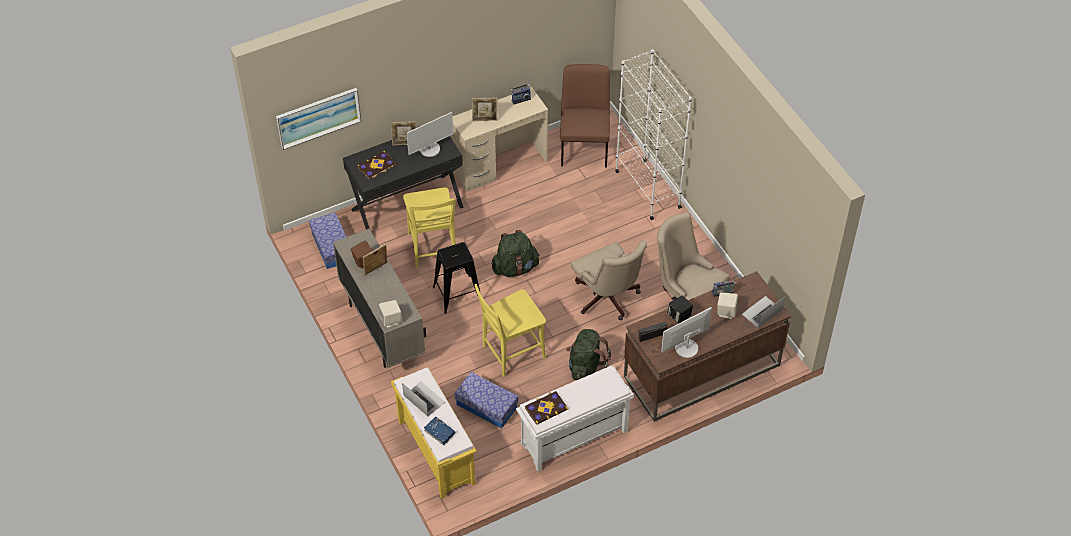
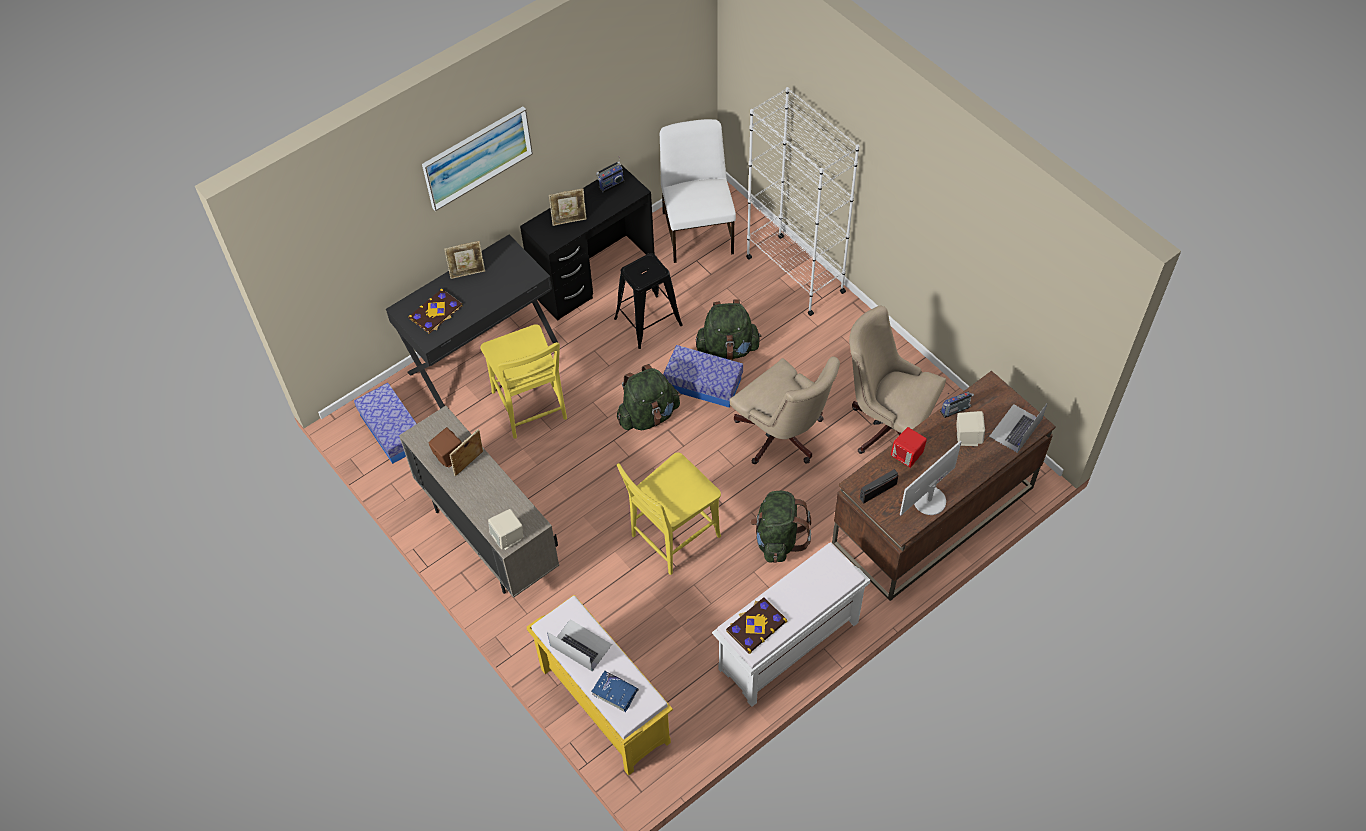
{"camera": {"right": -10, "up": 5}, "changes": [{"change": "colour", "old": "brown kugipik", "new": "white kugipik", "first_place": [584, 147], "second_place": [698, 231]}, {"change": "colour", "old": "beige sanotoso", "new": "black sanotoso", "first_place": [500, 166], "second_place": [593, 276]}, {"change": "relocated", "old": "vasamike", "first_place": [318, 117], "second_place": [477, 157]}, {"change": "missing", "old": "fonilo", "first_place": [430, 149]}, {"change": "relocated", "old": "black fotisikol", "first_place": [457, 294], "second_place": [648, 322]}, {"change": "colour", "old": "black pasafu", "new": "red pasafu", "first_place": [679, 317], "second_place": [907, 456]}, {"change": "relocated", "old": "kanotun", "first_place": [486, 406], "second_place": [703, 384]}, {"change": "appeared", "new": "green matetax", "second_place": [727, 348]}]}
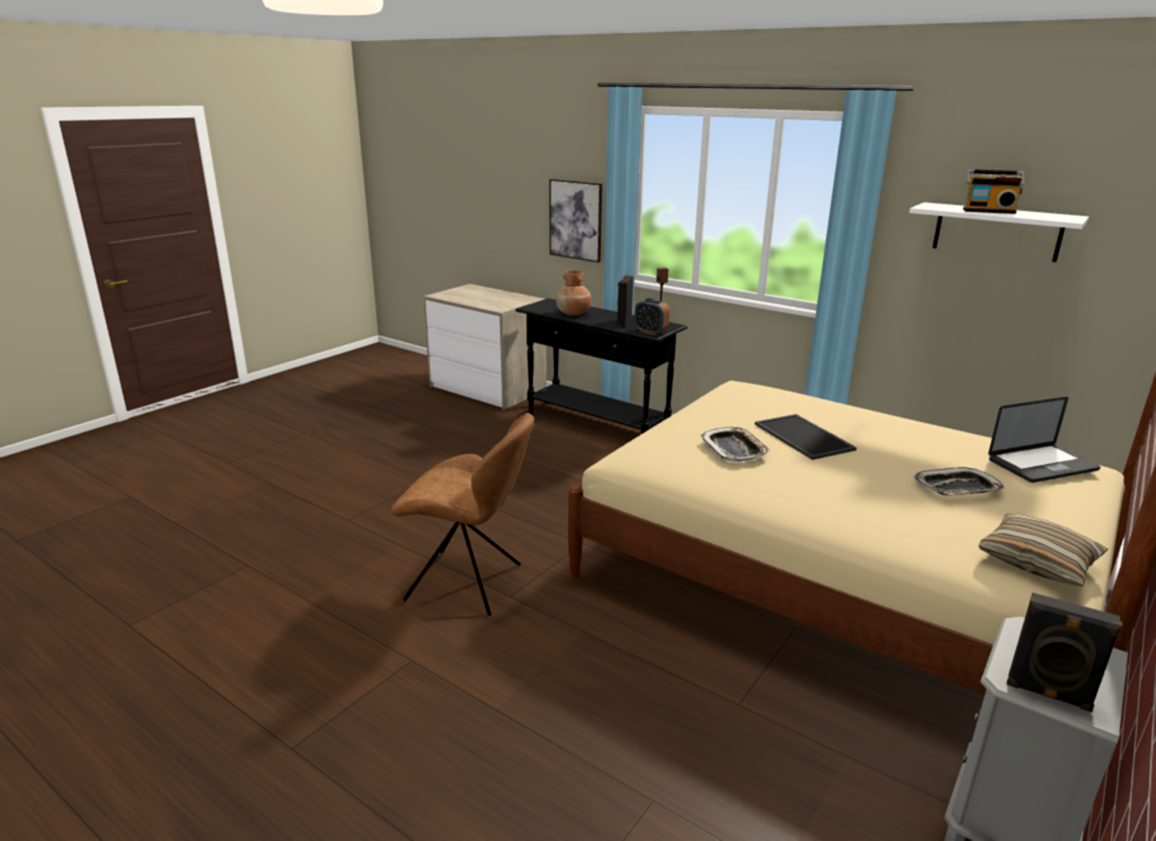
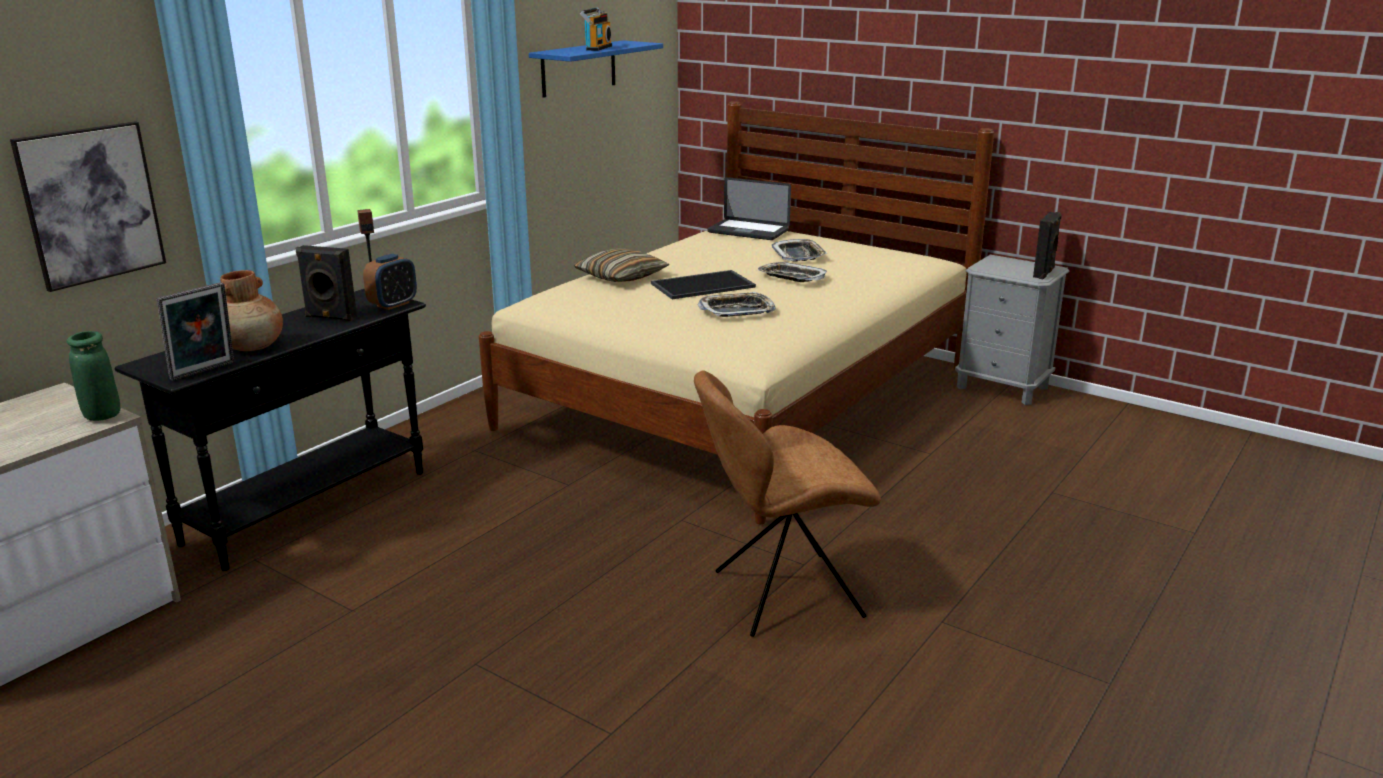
{"camera": {"right": -90, "up": 0}, "changes": [{"change": "colour", "old": "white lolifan", "new": "blue lolifan", "first_place": [997, 232], "second_place": [578, 68]}, {"change": "spun", "old": "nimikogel", "first_place": [1042, 465], "second_place": [748, 231], "degrees": 135}, {"change": "spun", "old": "brown kugipik", "first_place": [468, 583], "second_place": [781, 595], "degrees": -120}, {"change": "relocated", "old": "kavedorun", "first_place": [1038, 561], "second_place": [621, 277]}, {"change": "appeared", "new": "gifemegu", "second_place": [791, 277]}, {"change": "appeared", "new": "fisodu", "second_place": [204, 371]}, {"change": "appeared", "new": "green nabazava", "second_place": [102, 416]}]}
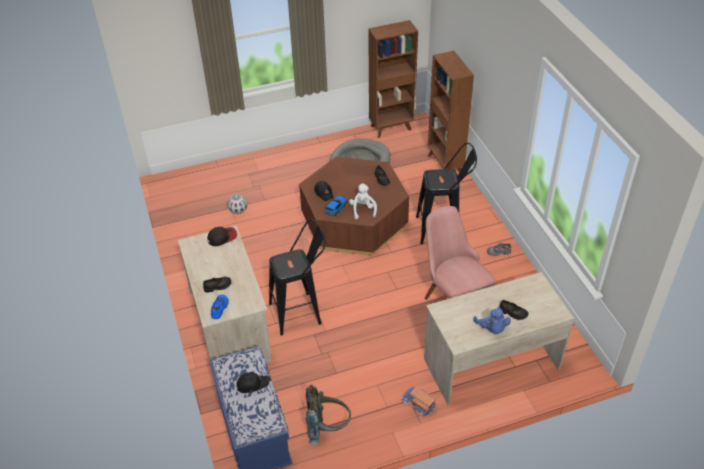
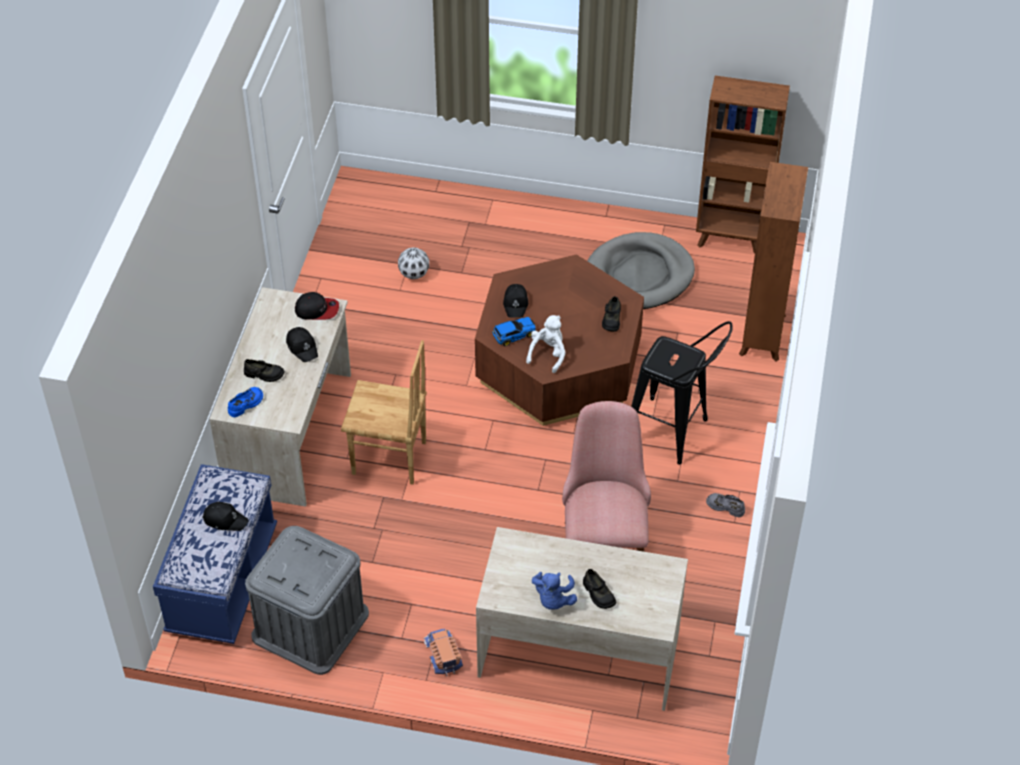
{"camera": {"right": 30, "up": 5}, "changes": [{"change": "exchanged", "old": "black fotisikol", "new": "brown kugipik", "first_place": [301, 312], "second_place": [389, 459]}, {"change": "exchanged", "old": "grey matetax", "new": "grey kanotun", "first_place": [328, 428], "second_place": [310, 625]}, {"change": "appeared", "new": "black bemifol", "second_place": [302, 347]}]}
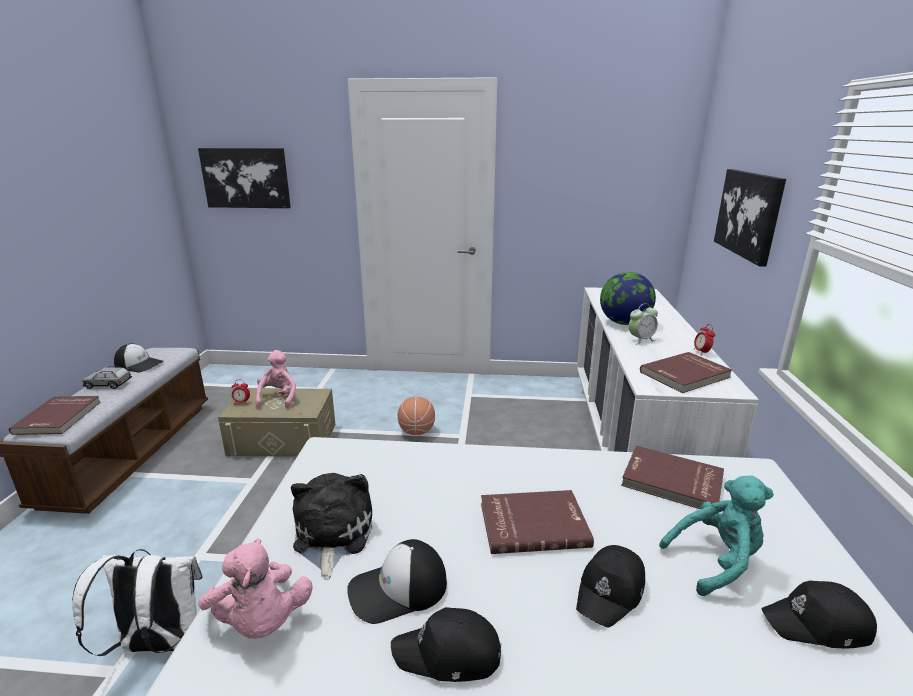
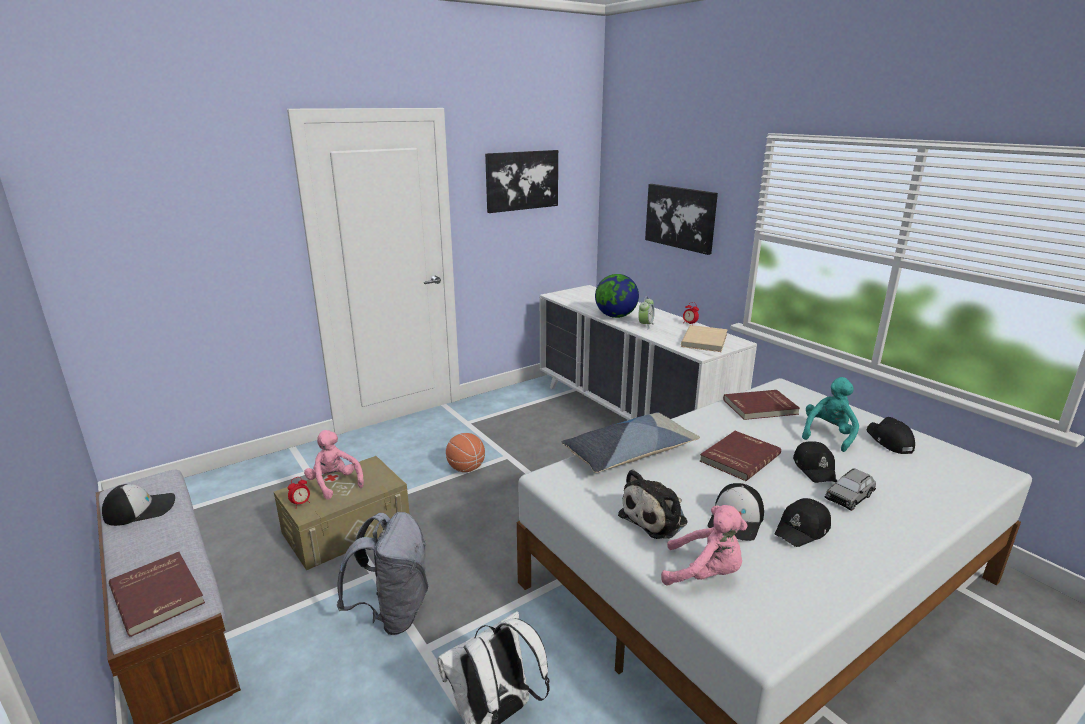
{"camera": {"right": -40, "up": 0}, "changes": [{"change": "relocated", "old": "vasamike", "first_place": [246, 178], "second_place": [521, 180]}, {"change": "colour", "old": "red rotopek", "new": "beige rotopek", "first_place": [686, 375], "second_place": [705, 341]}, {"change": "relocated", "old": "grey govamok", "first_place": [108, 384], "second_place": [849, 497]}, {"change": "spun", "old": "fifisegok", "first_place": [331, 535], "second_place": [656, 518], "degrees": -90}, {"change": "spun", "old": "black bemifol", "first_place": [818, 625], "second_place": [889, 441], "degrees": 120}, {"change": "appeared", "new": "kavedorun", "second_place": [629, 453]}, {"change": "appeared", "new": "grey matetax", "second_place": [393, 613]}]}
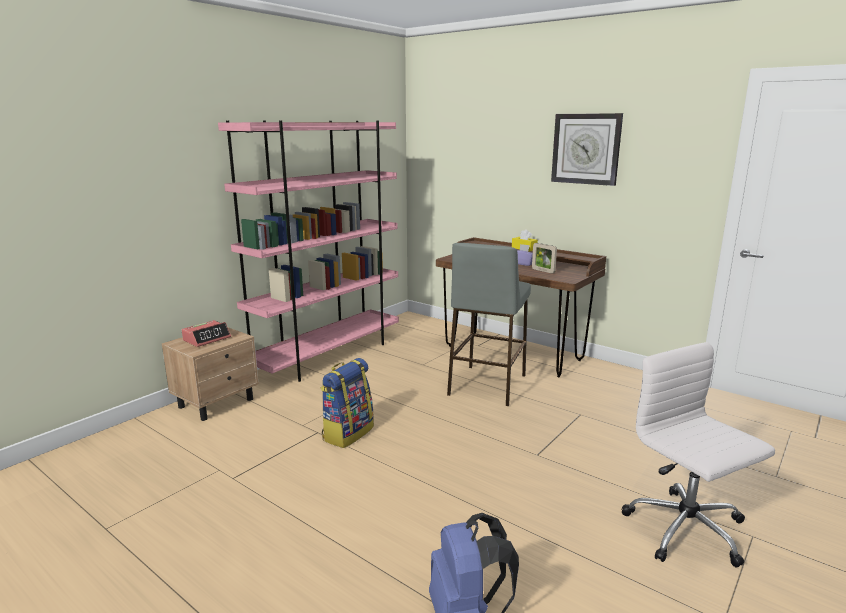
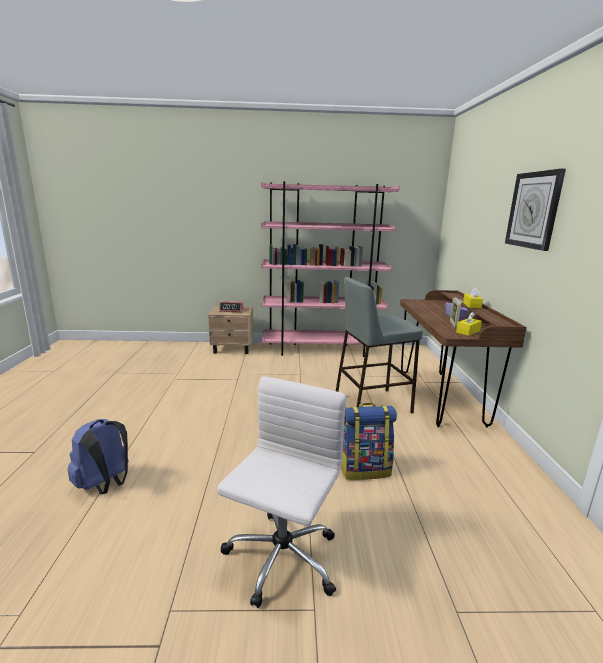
{"camera": {"right": 50, "up": 0}, "changes": [{"change": "relocated", "old": "matetax", "first_place": [347, 433], "second_place": [365, 469]}, {"change": "appeared", "new": "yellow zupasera", "second_place": [468, 331]}]}
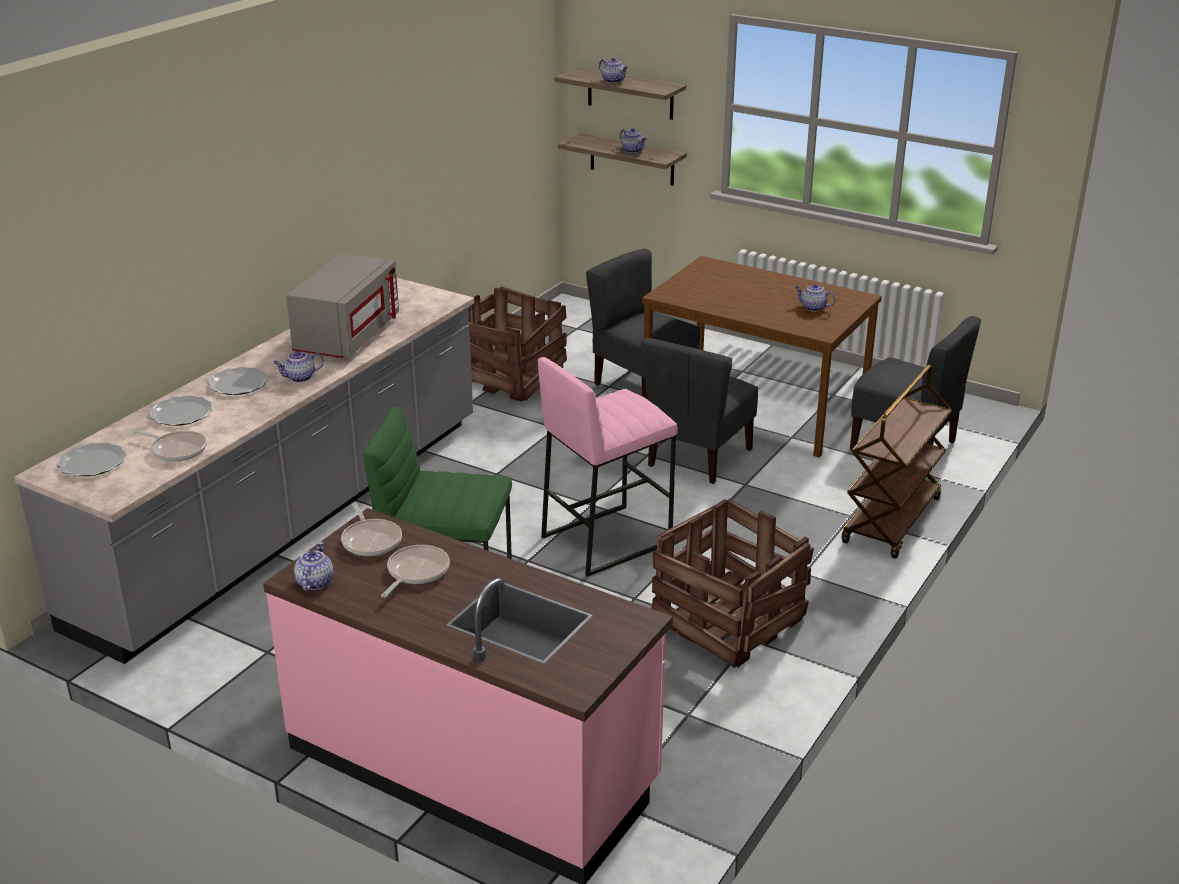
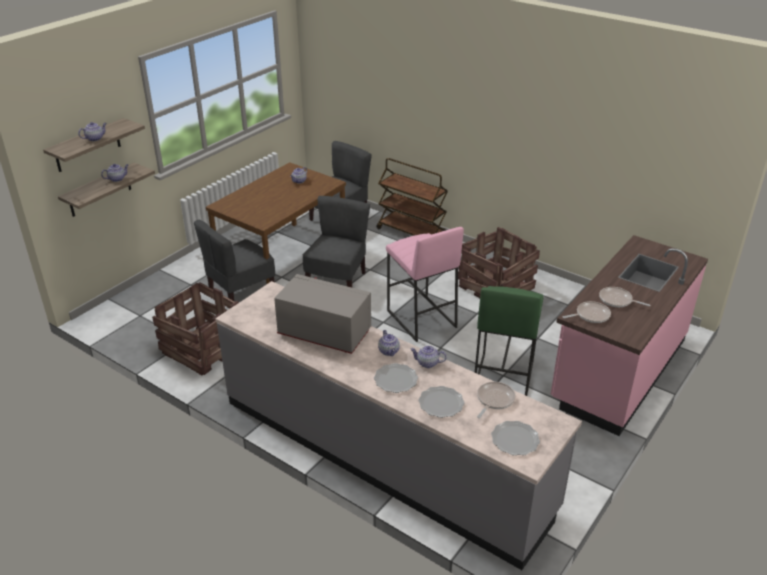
{"camera": {"right": -85, "up": 5}, "changes": [{"change": "spun", "old": "grey kugipik", "first_place": [698, 457], "second_place": [337, 281], "degrees": -105}, {"change": "relocated", "old": "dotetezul", "first_place": [314, 582], "second_place": [427, 363]}]}
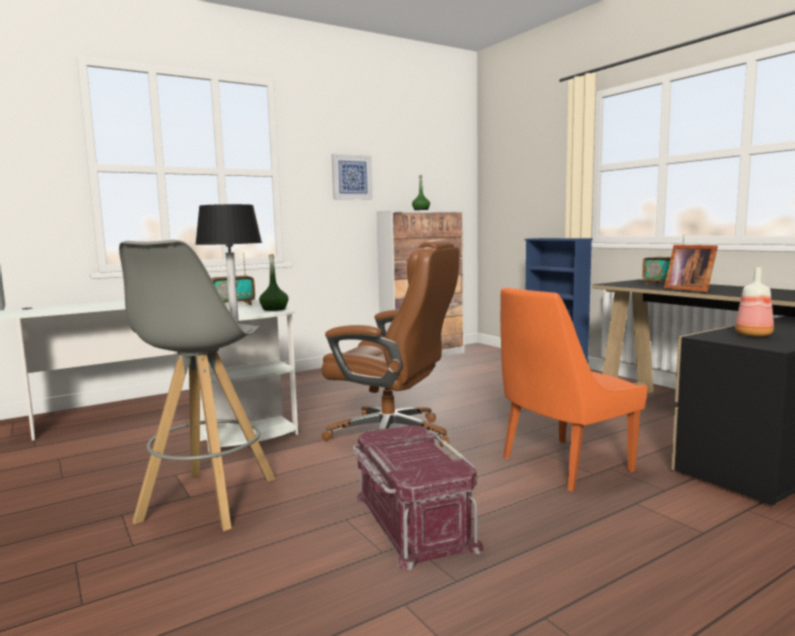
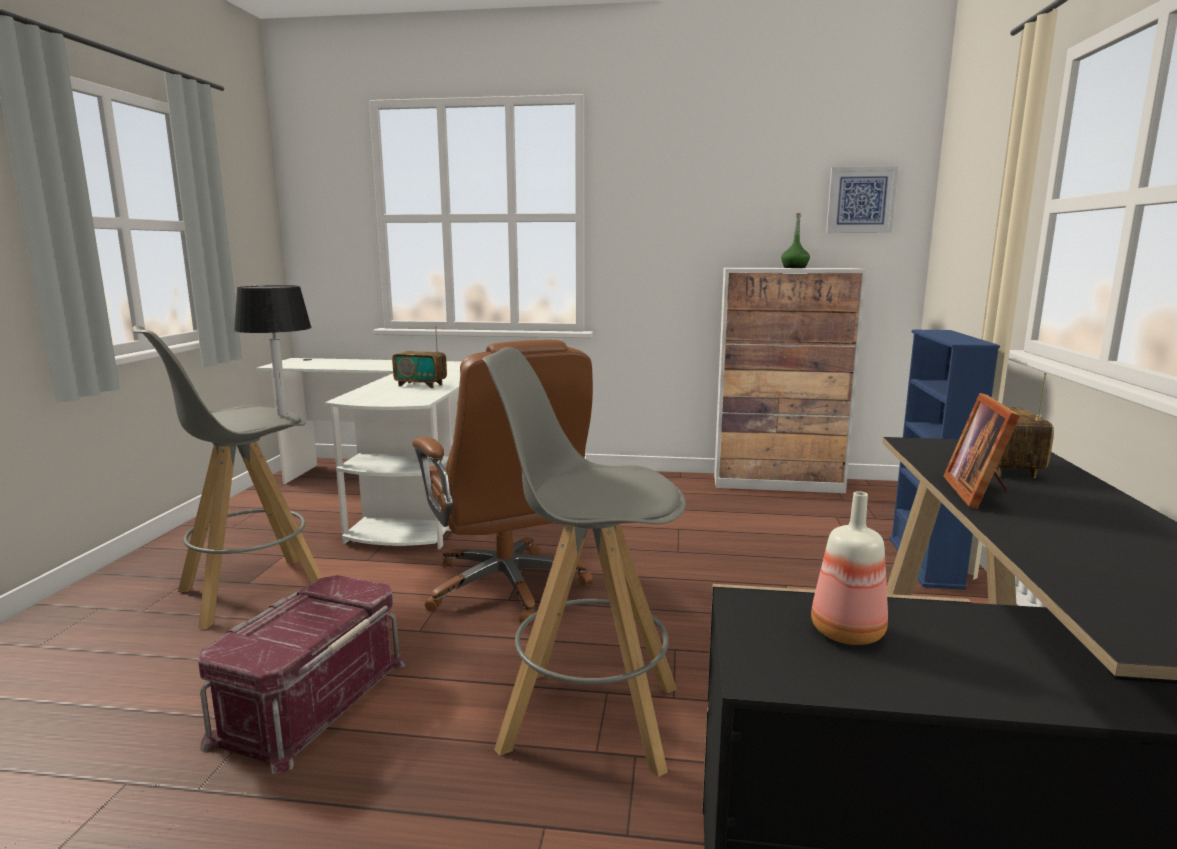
{"camera": {"right": 40, "up": 5}, "changes": [{"change": "relocated", "old": "vasamike", "first_place": [351, 177], "second_place": [860, 200]}, {"change": "missing", "old": "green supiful", "first_place": [274, 309]}, {"change": "exchanged", "old": "orange kugipik", "new": "grey fotisikol", "first_place": [562, 465], "second_place": [588, 717]}]}
